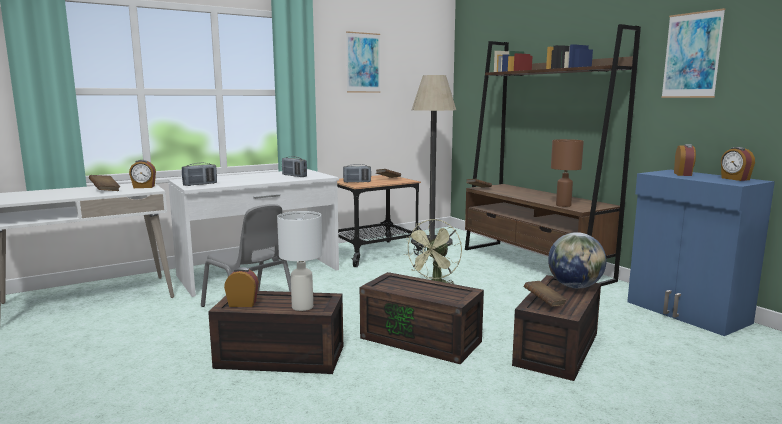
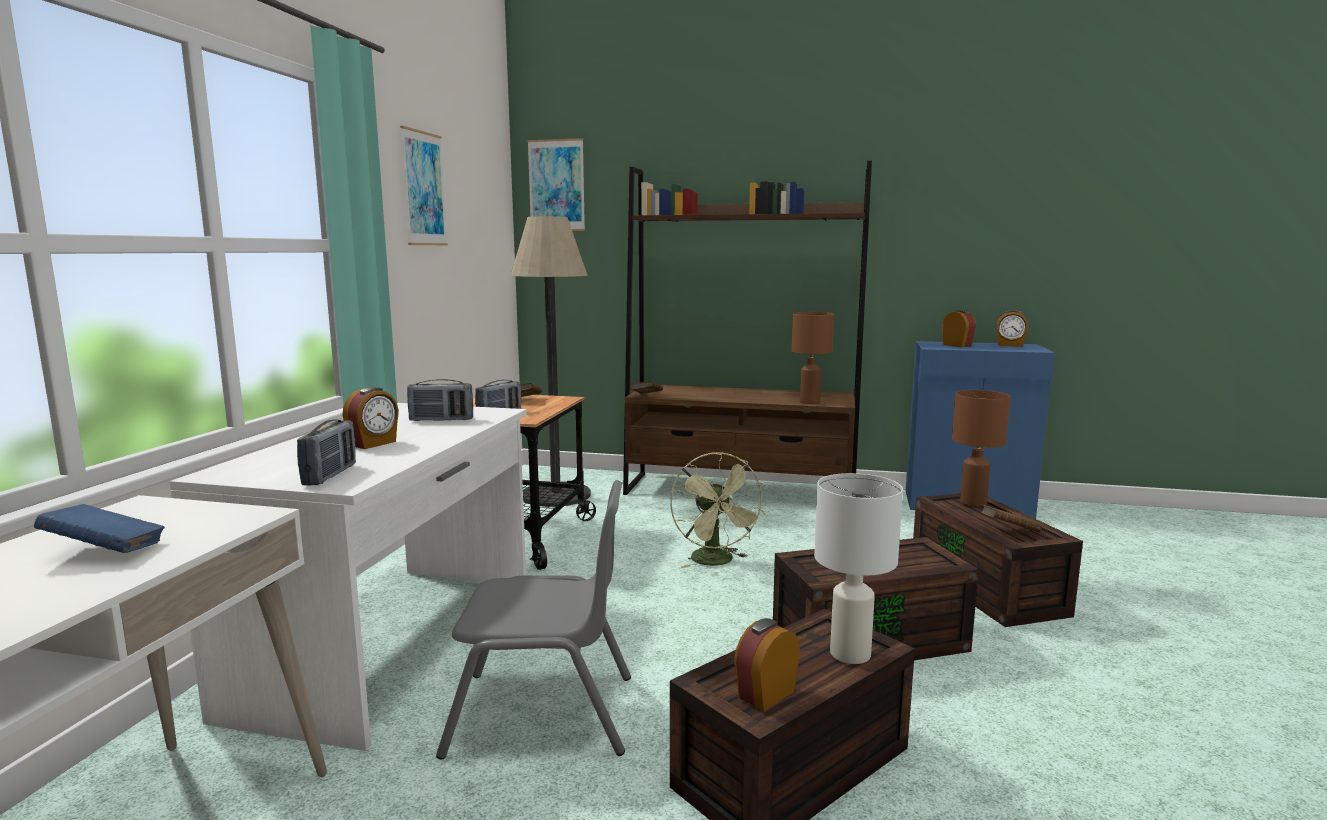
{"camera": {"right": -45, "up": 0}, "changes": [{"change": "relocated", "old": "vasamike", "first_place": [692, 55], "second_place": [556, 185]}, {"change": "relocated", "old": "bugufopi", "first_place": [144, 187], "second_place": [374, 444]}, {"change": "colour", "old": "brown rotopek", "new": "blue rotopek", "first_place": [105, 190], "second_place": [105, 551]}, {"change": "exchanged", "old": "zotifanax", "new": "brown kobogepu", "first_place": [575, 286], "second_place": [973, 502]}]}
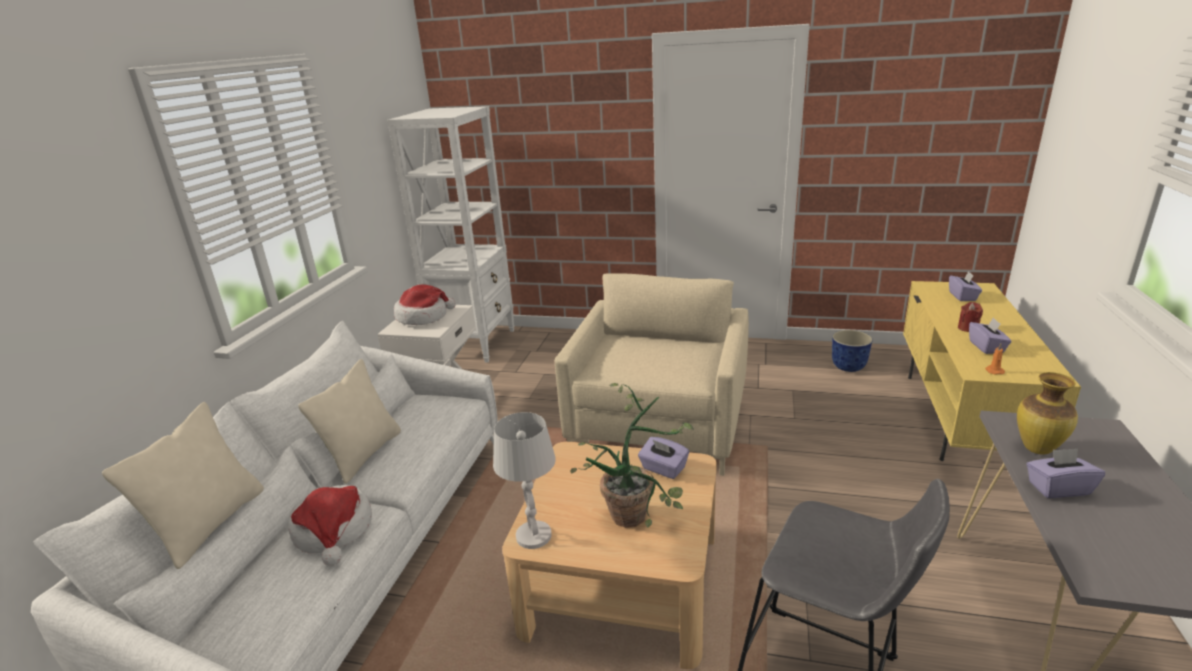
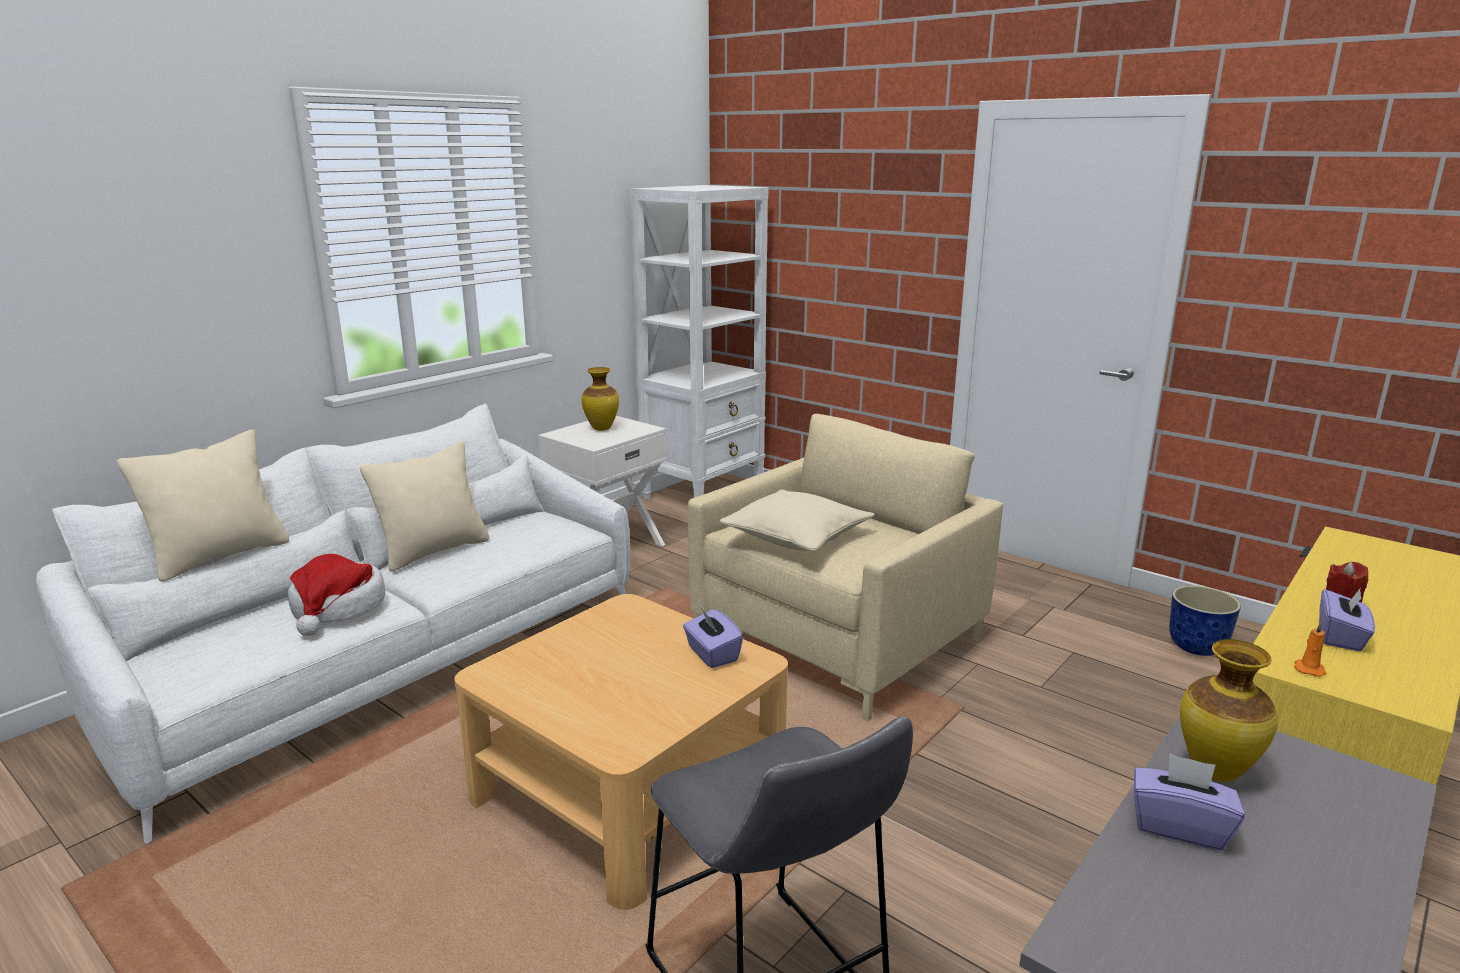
{"camera": {"right": 25, "up": -5}, "changes": [{"change": "missing", "old": "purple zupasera", "first_place": [963, 296]}, {"change": "exchanged", "old": "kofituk", "new": "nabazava", "first_place": [423, 317], "second_place": [601, 429]}, {"change": "missing", "old": "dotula", "first_place": [638, 513]}, {"change": "missing", "old": "white kobogepu", "first_place": [534, 536]}, {"change": "appeared", "new": "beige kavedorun", "second_place": [796, 537]}]}
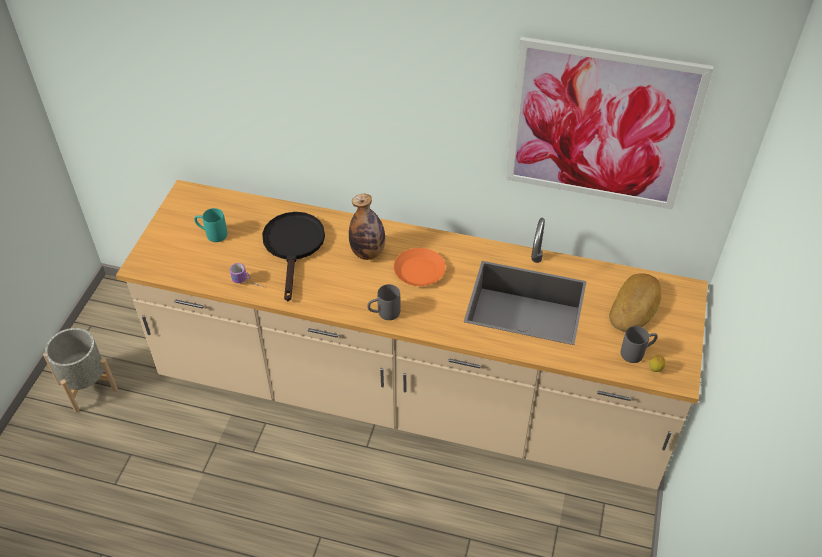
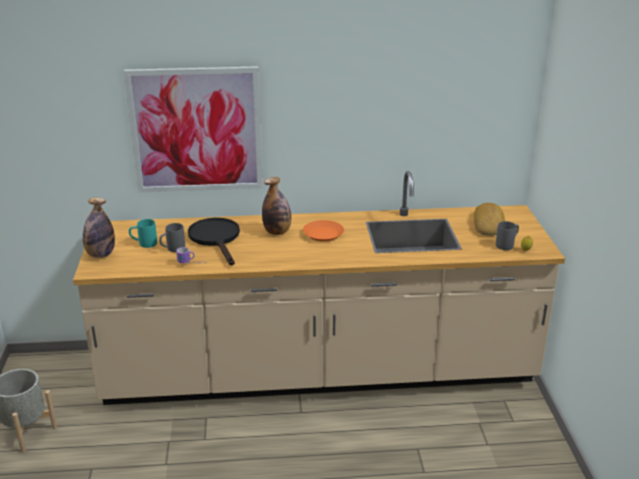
{"camera": {"right": -20, "up": -20}, "changes": [{"change": "relocated", "old": "vasamike", "first_place": [601, 125], "second_place": [196, 130]}, {"change": "relocated", "old": "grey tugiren", "first_place": [384, 313], "second_place": [172, 249]}, {"change": "appeared", "new": "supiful", "second_place": [100, 255]}]}
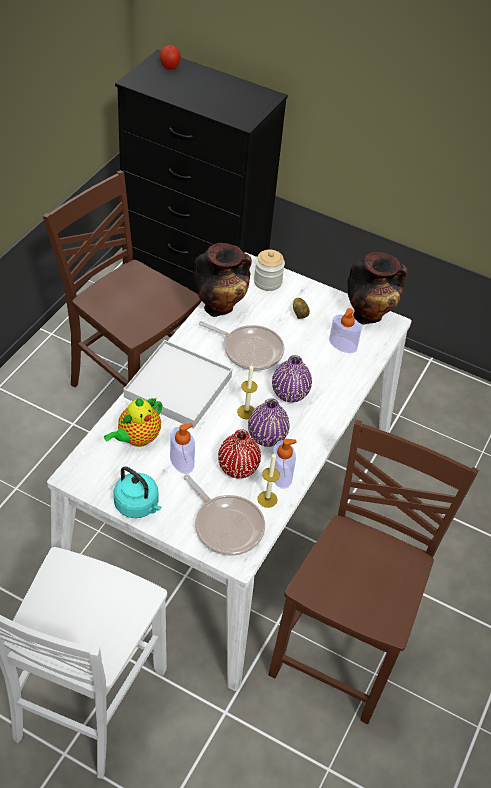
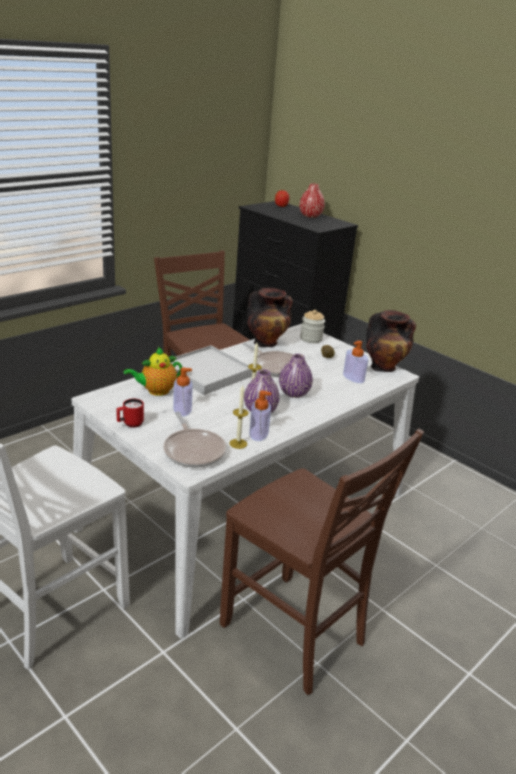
{"camera": {"right": 20, "up": -20}, "changes": [{"change": "spun", "old": "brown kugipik", "first_place": [344, 648], "second_place": [295, 635], "degrees": 90}, {"change": "relocated", "old": "red nabazava", "first_place": [238, 468], "second_place": [310, 216]}, {"change": "exchanged", "old": "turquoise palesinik", "new": "red tugiren", "first_place": [138, 506], "second_place": [130, 424]}]}
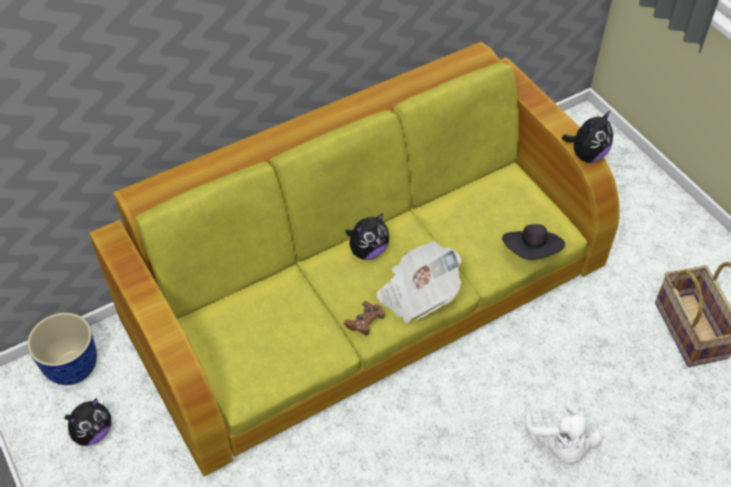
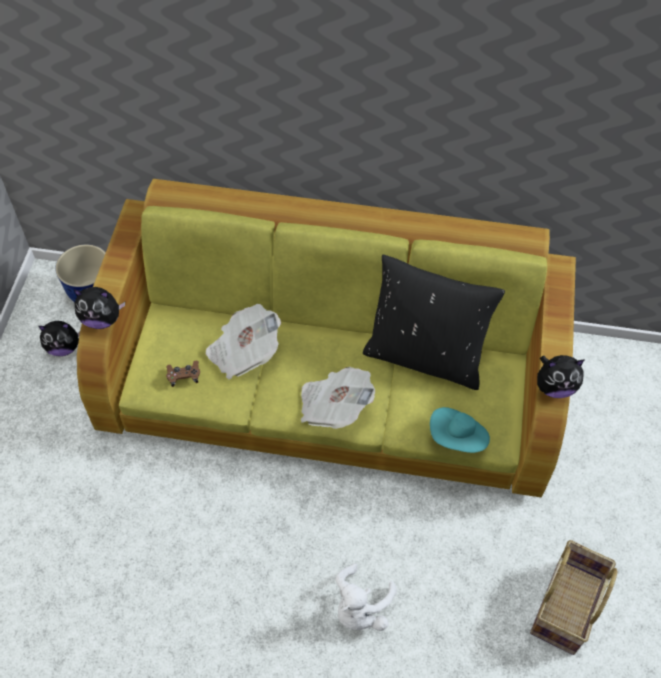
{"camera": {"right": 40, "up": 5}, "changes": [{"change": "relocated", "old": "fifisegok", "first_place": [367, 251], "second_place": [102, 319]}, {"change": "colour", "old": "black kofituk", "new": "turquoise kofituk", "first_place": [531, 252], "second_place": [458, 438]}, {"change": "relocated", "old": "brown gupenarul", "first_place": [365, 322], "second_place": [184, 376]}, {"change": "appeared", "new": "black kavedorun", "second_place": [425, 356]}, {"change": "appeared", "new": "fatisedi", "second_place": [244, 352]}]}
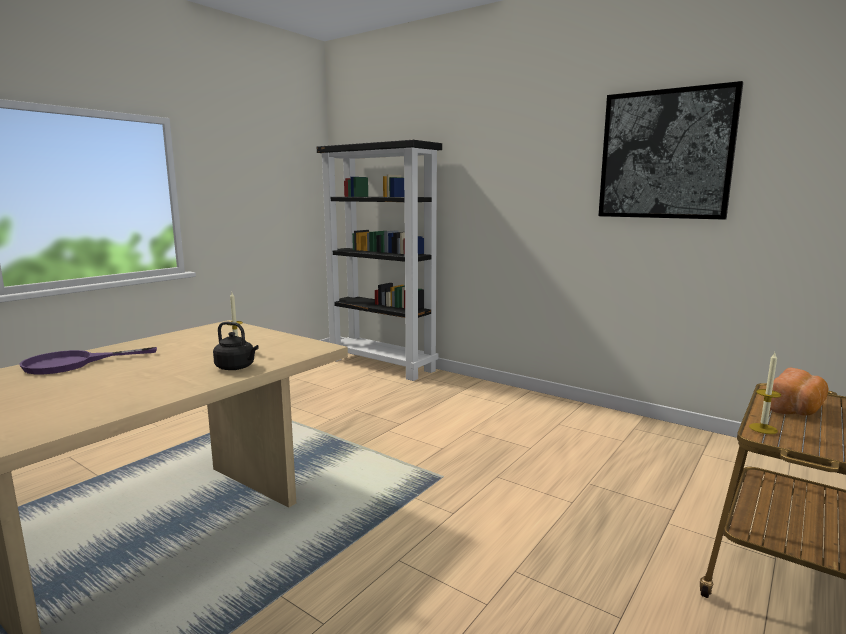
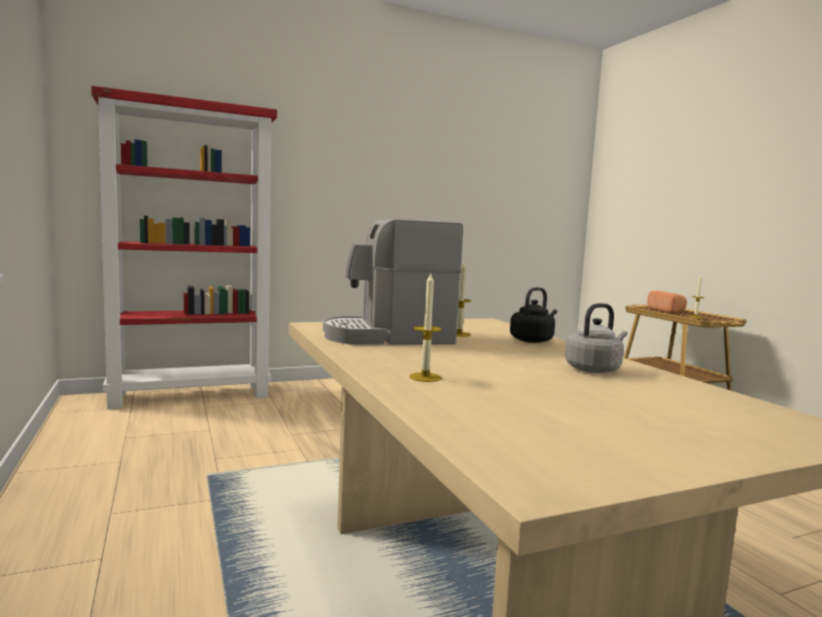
{"camera": {"right": -60, "up": -5}, "changes": [{"change": "missing", "old": "vasamike", "first_place": [665, 155]}, {"change": "colour", "old": "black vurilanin", "new": "red vurilanin", "first_place": [382, 365], "second_place": [192, 395]}, {"change": "exchanged", "old": "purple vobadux", "new": "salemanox", "first_place": [72, 363], "second_place": [425, 377]}, {"change": "appeared", "new": "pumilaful", "second_place": [389, 337]}, {"change": "appeared", "new": "grey palesinik", "second_place": [594, 369]}]}
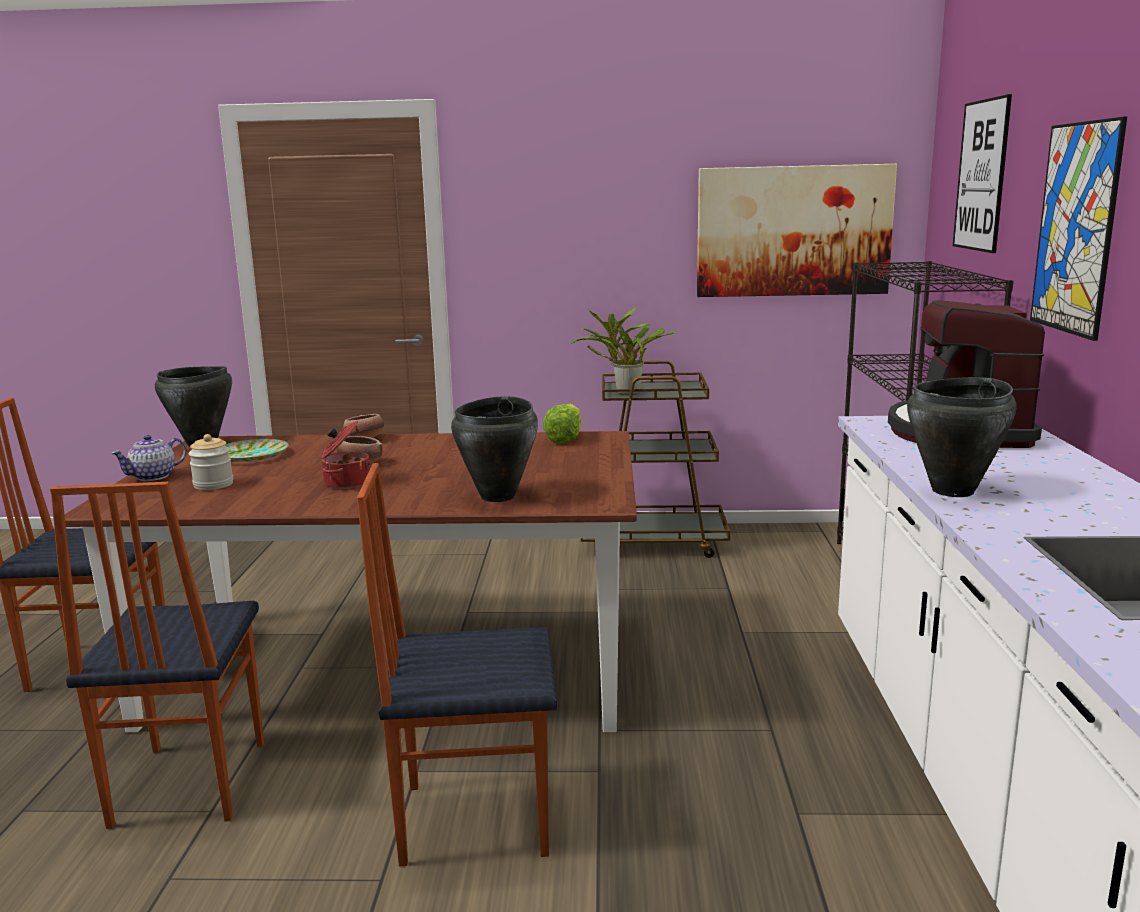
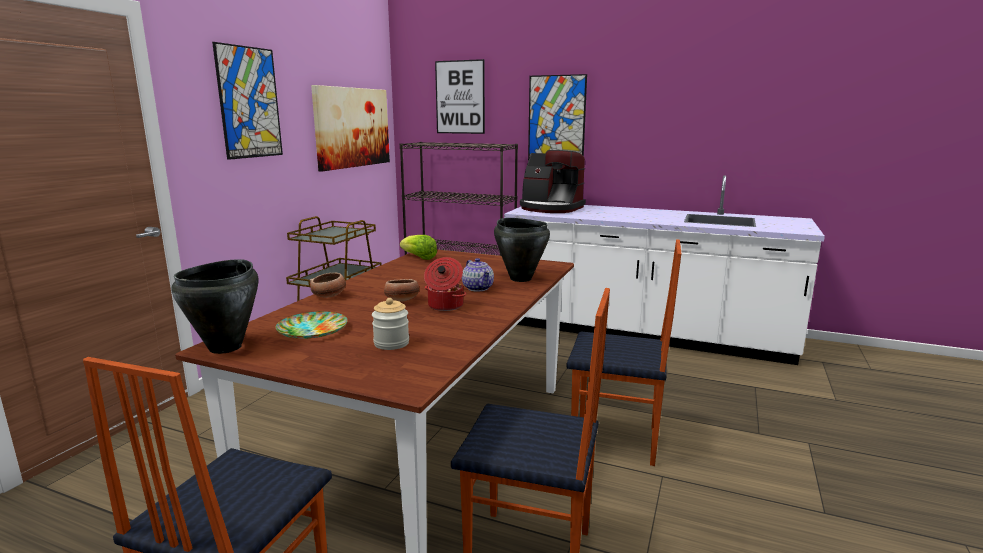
{"camera": {"right": -70, "up": 0}, "changes": [{"change": "missing", "old": "dotula", "first_place": [624, 393]}, {"change": "missing", "old": "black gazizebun", "first_place": [954, 491]}, {"change": "relocated", "old": "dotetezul", "first_place": [154, 476], "second_place": [478, 288]}, {"change": "spun", "old": "kugipik", "first_place": [474, 817], "second_place": [615, 441], "degrees": -90}, {"change": "appeared", "new": "vasamike", "second_place": [249, 103]}]}
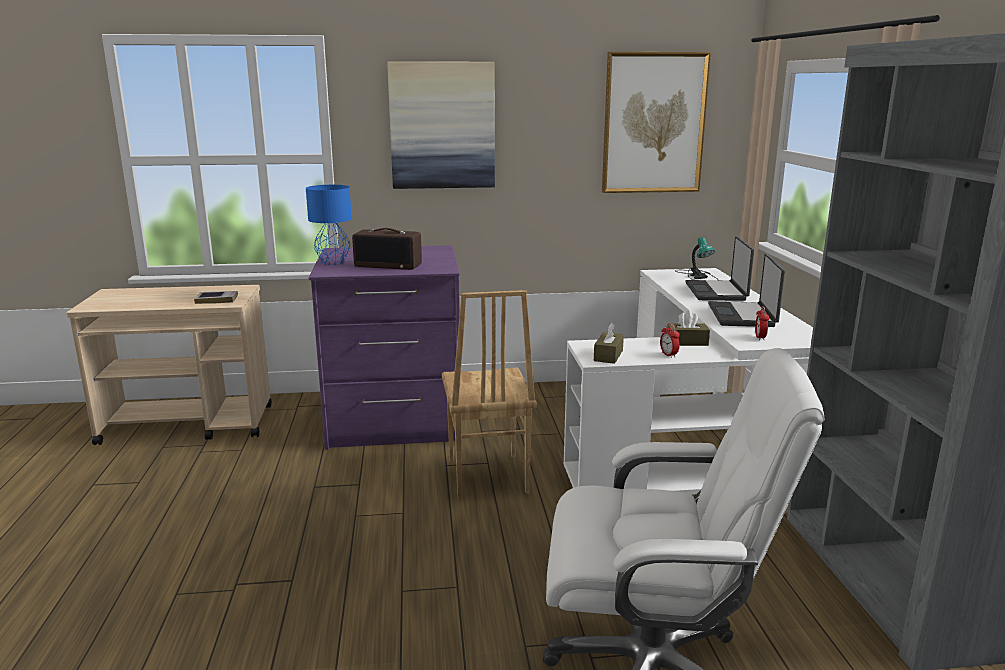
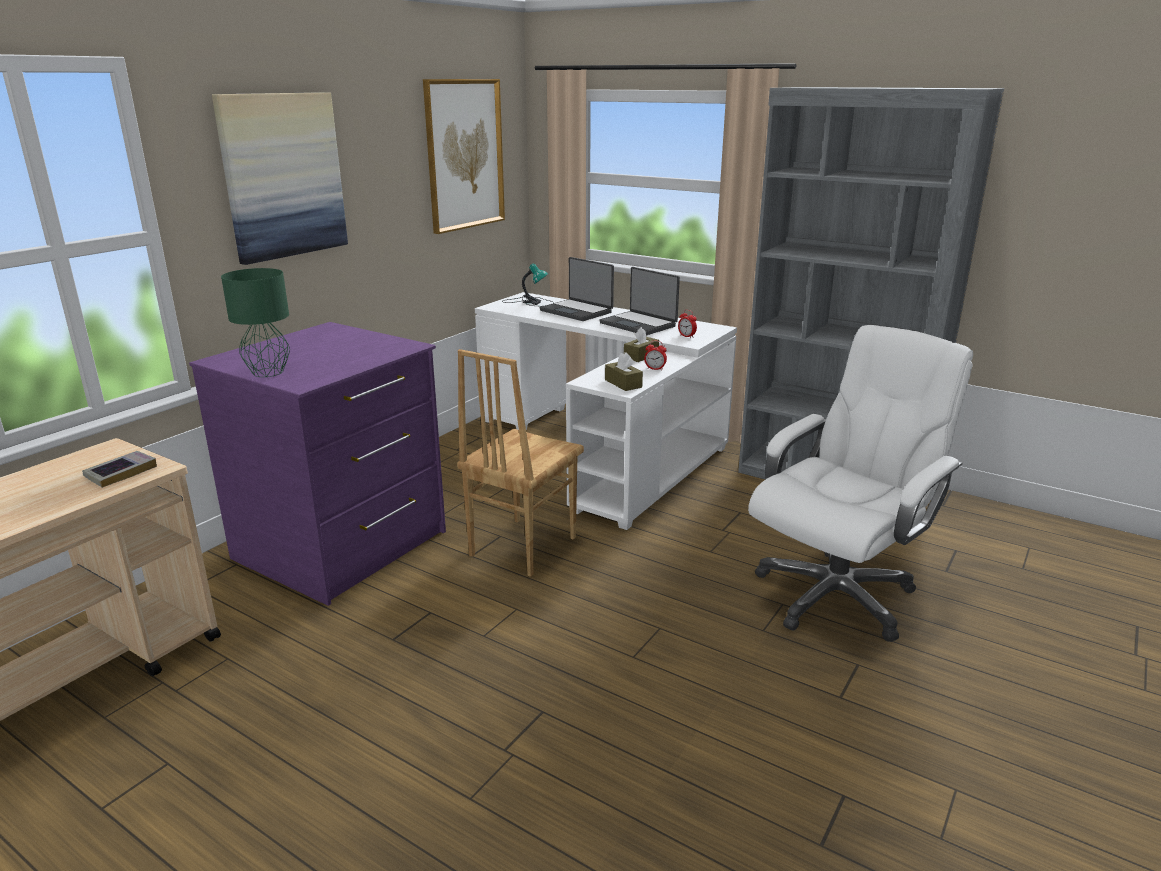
{"camera": {"right": -50, "up": 5}, "changes": [{"change": "colour", "old": "blue kobogepu", "new": "green kobogepu", "first_place": [333, 262], "second_place": [267, 372]}, {"change": "missing", "old": "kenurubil", "first_place": [389, 265]}, {"change": "spun", "old": "brown kugipik", "first_place": [486, 477], "second_place": [521, 546], "degrees": 90}]}
